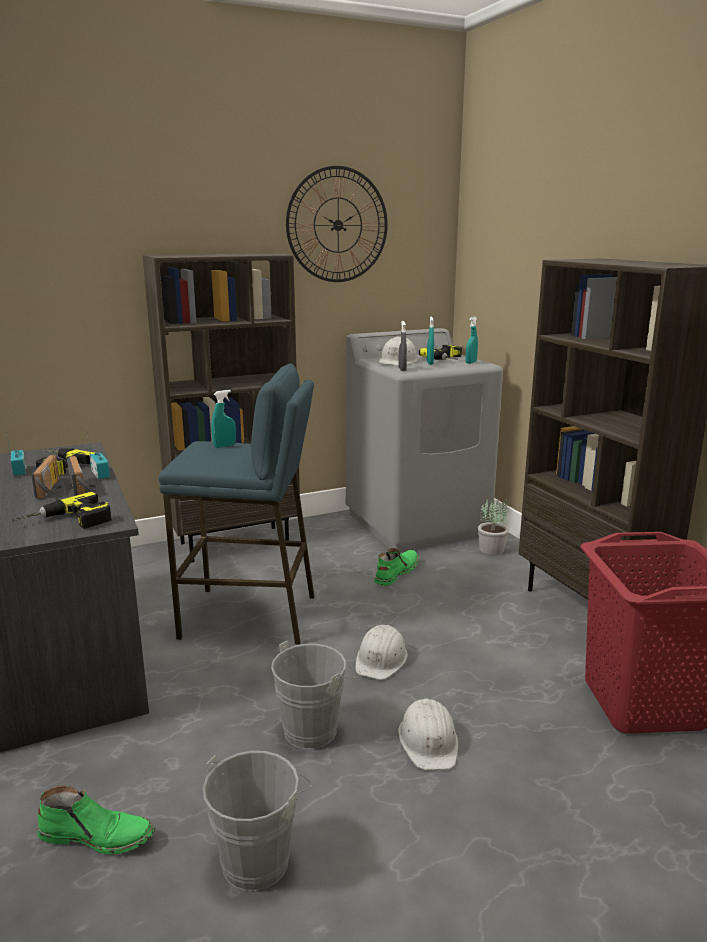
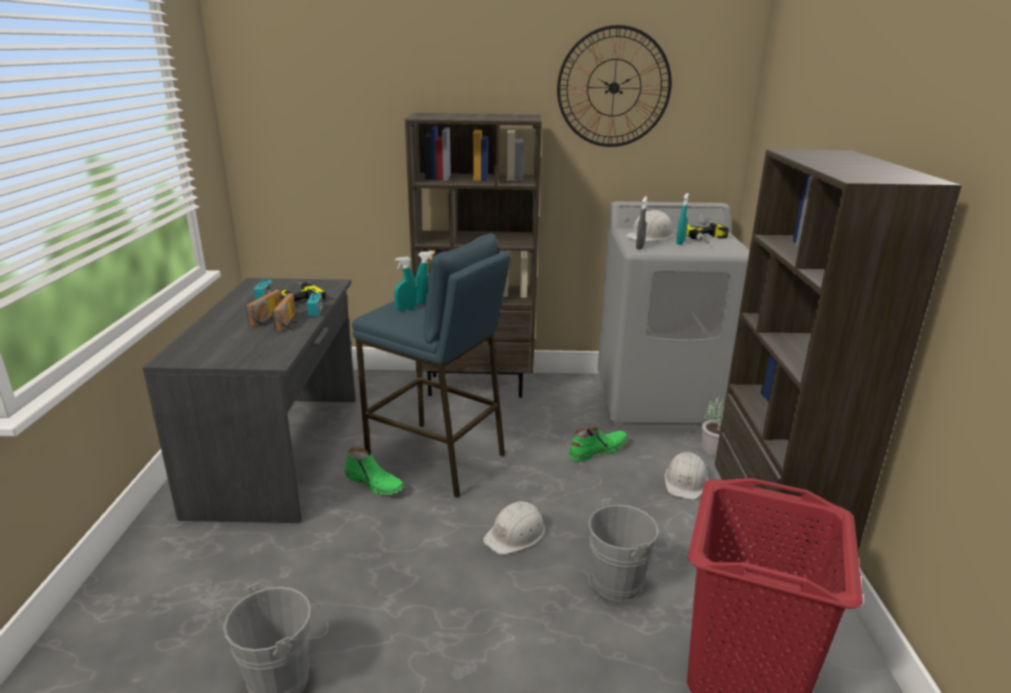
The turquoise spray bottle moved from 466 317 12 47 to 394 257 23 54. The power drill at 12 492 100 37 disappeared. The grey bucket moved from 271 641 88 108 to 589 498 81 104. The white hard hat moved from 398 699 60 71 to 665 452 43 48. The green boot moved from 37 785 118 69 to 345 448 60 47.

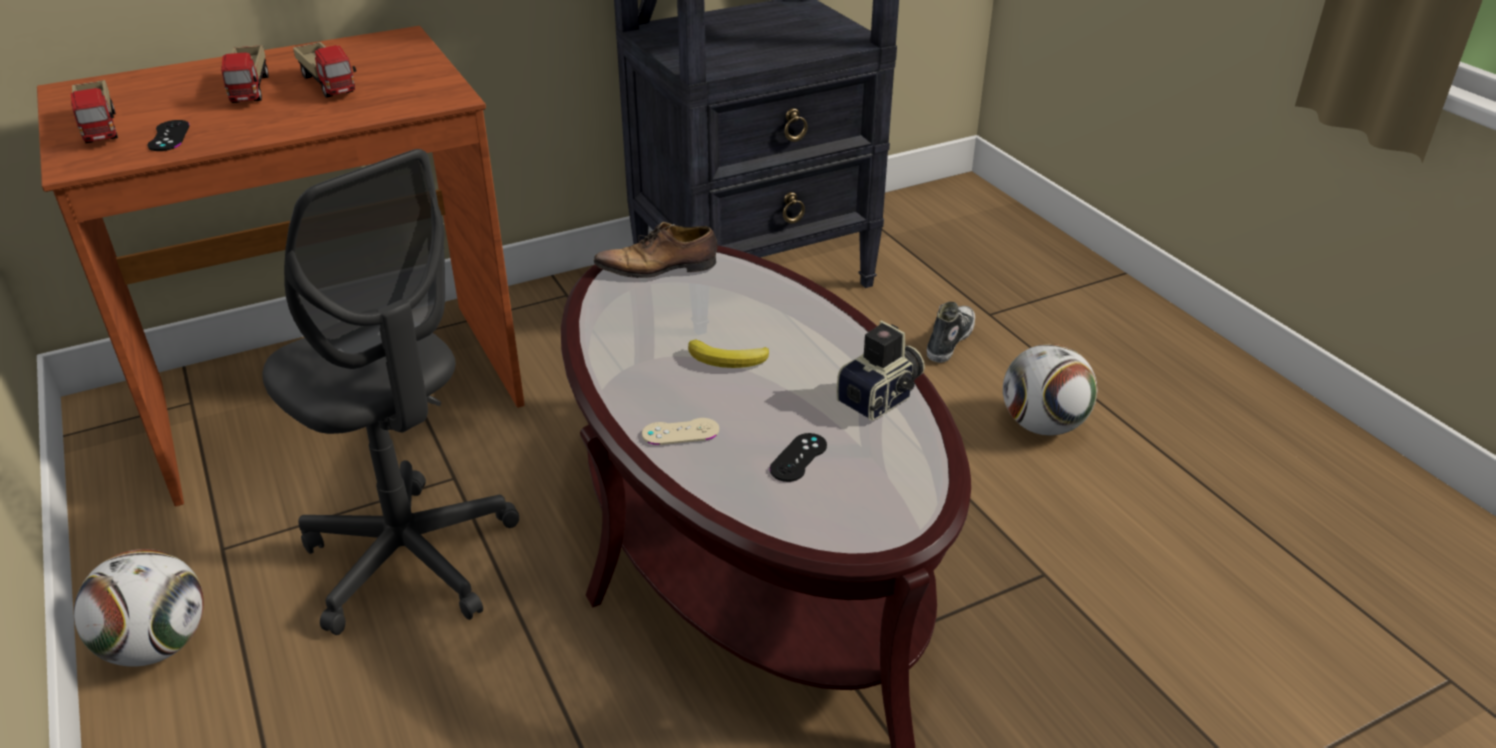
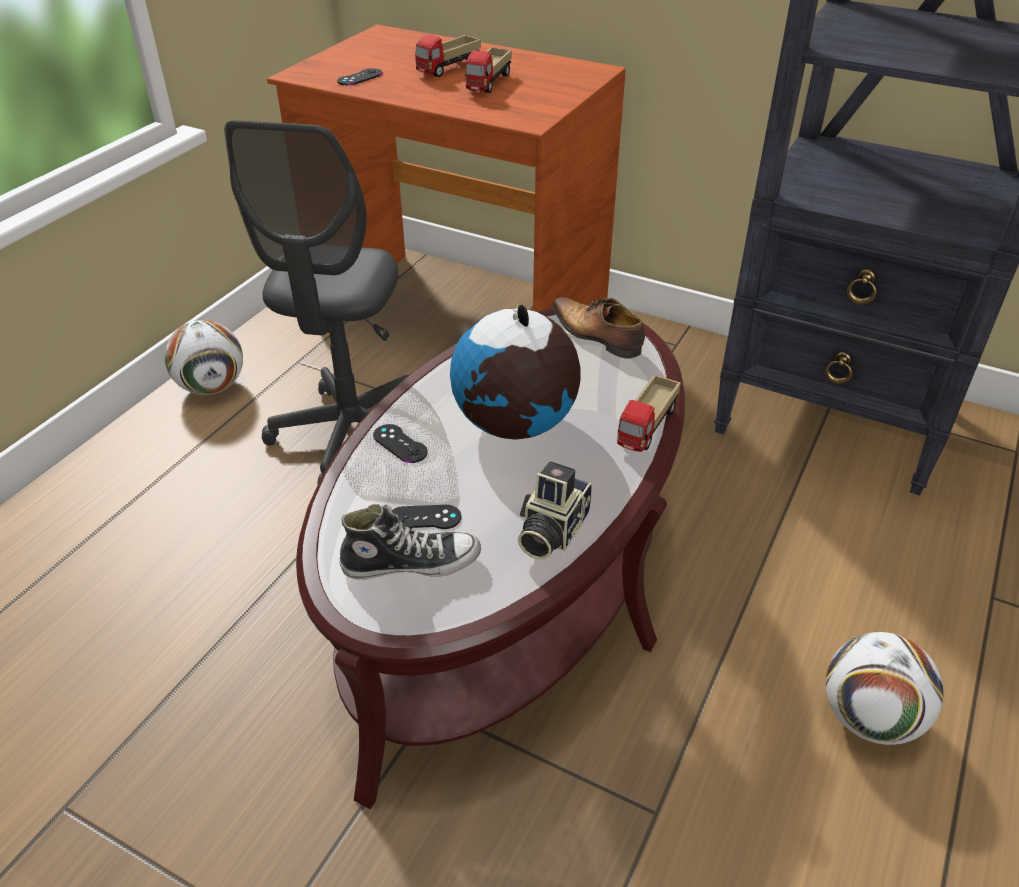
The toy truck moved from 70 80 48 63 to 617 375 64 77. The shoe moved from 927 302 48 61 to 340 504 141 76. The photo camera at 837 320 88 100 turned 105 degrees clockwise. The banana at 688 339 81 29 was replaced by the globe at 450 303 131 137. The beige game controller at 642 418 77 27 became the black game controller at 373 424 55 39.

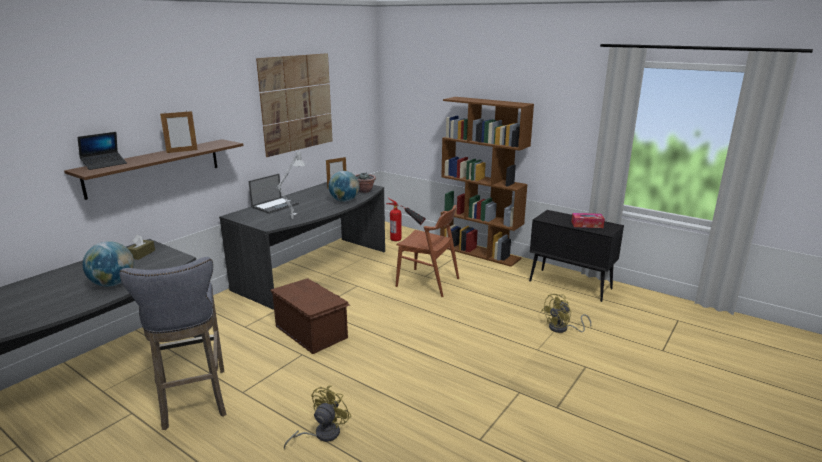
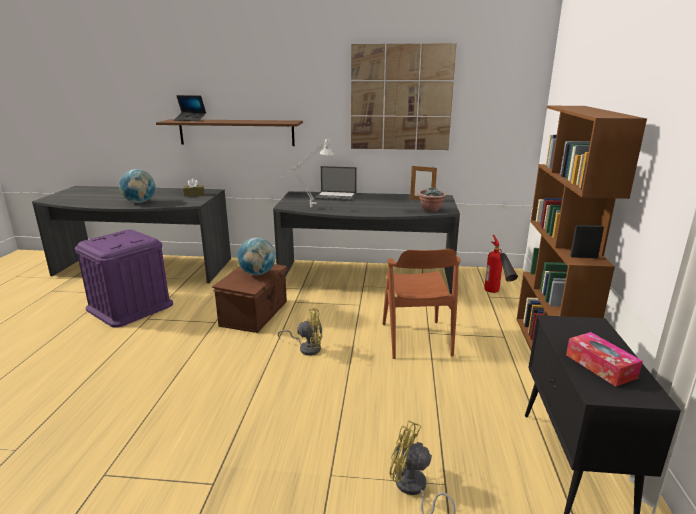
The picture frame at 160 111 38 42 disappeared. The globe moved from 329 171 31 31 to 237 238 39 37. The grey stool at 120 257 106 173 was replaced by the purple storage box at 75 230 98 97. The yellow fan moved from 284 385 67 64 to 278 308 44 48.

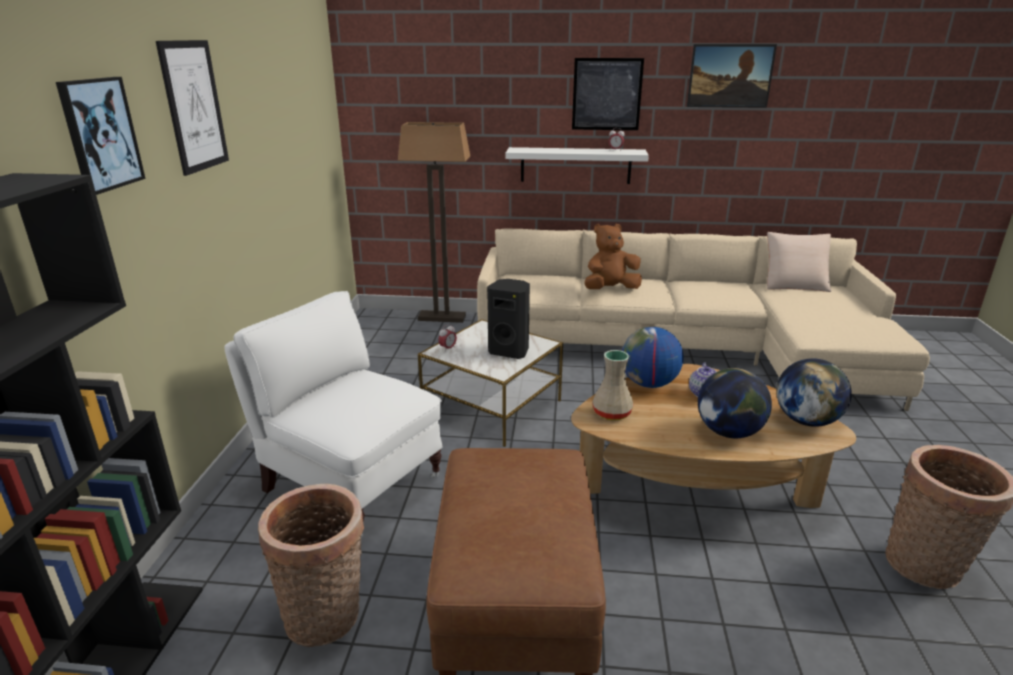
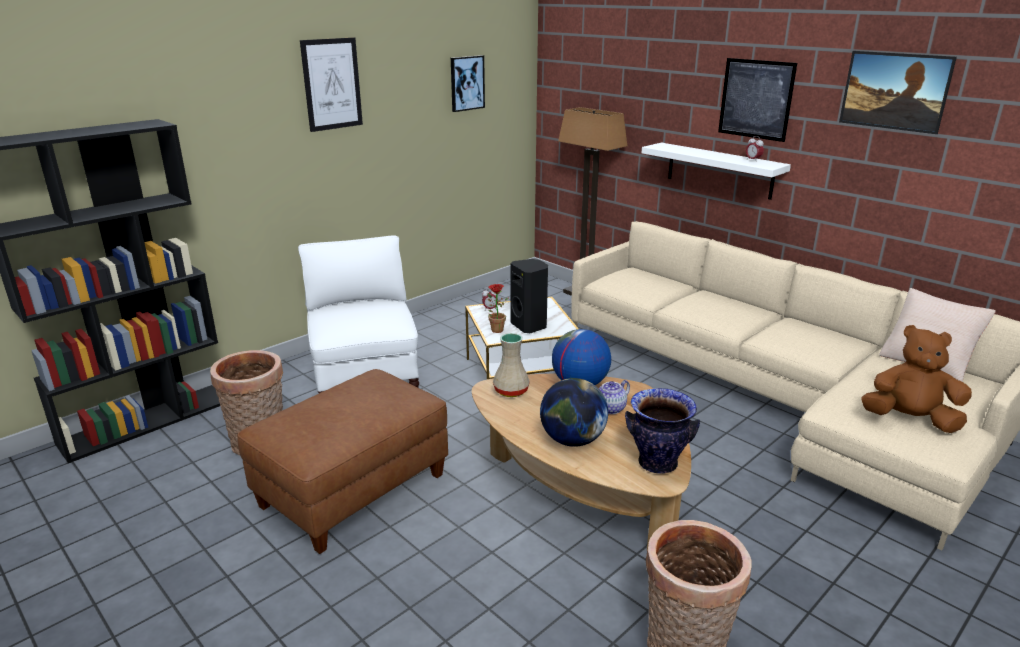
The picture moved from 56 77 90 118 to 451 55 34 57. The brown plush toy moved from 585 224 57 65 to 861 325 111 108. The globe at 776 358 76 69 was replaced by the vase at 625 388 75 86. The potted plant at 487 284 21 49 appeared.

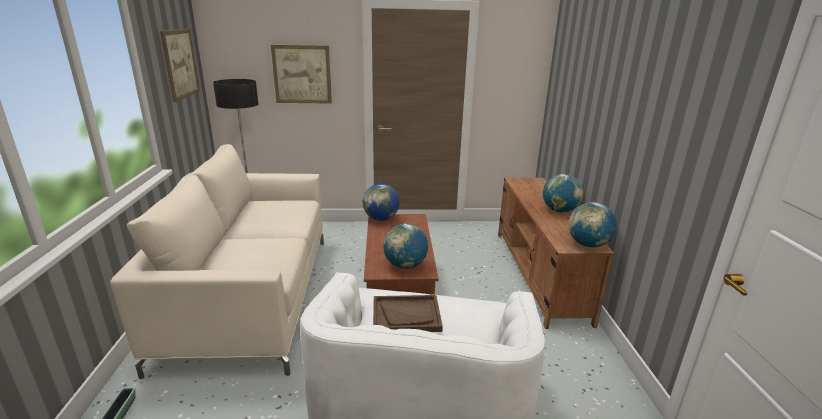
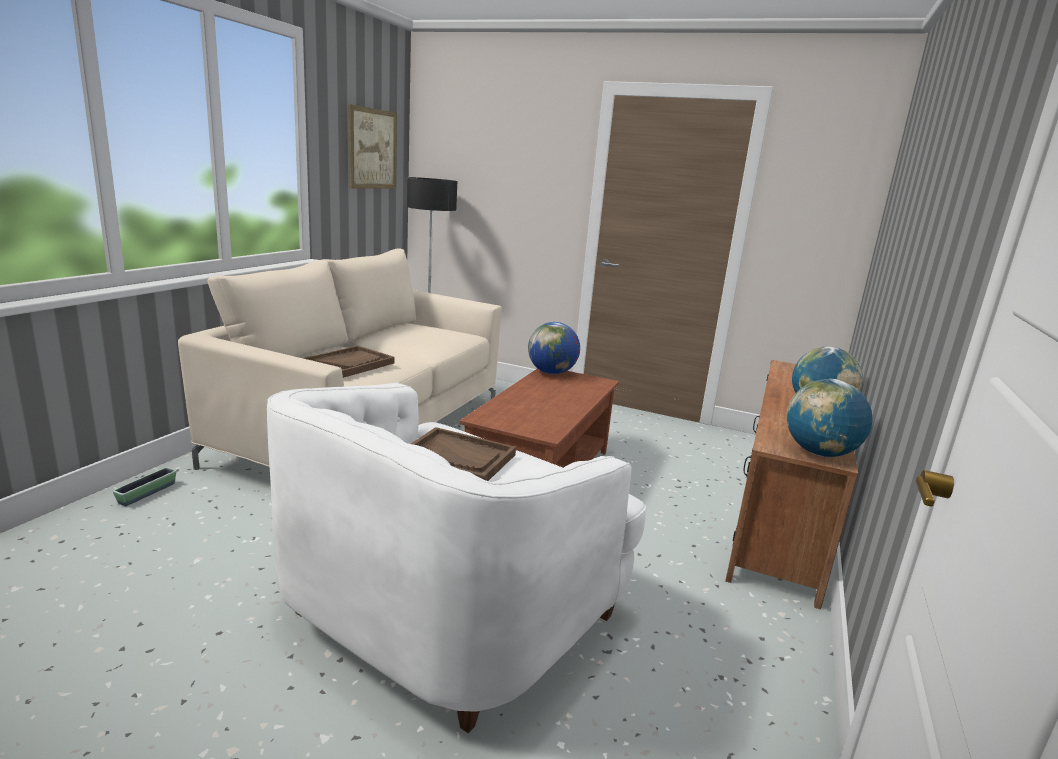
The picture at 271 45 61 58 disappeared. The globe at 383 223 45 46 disappeared. The brown tray at 303 345 92 33 appeared.

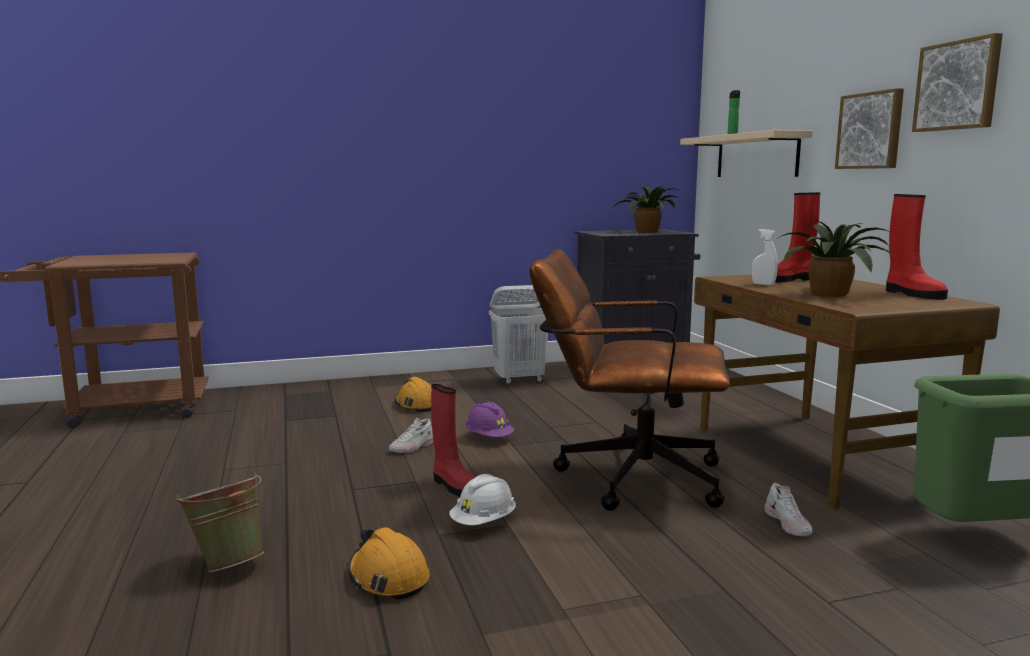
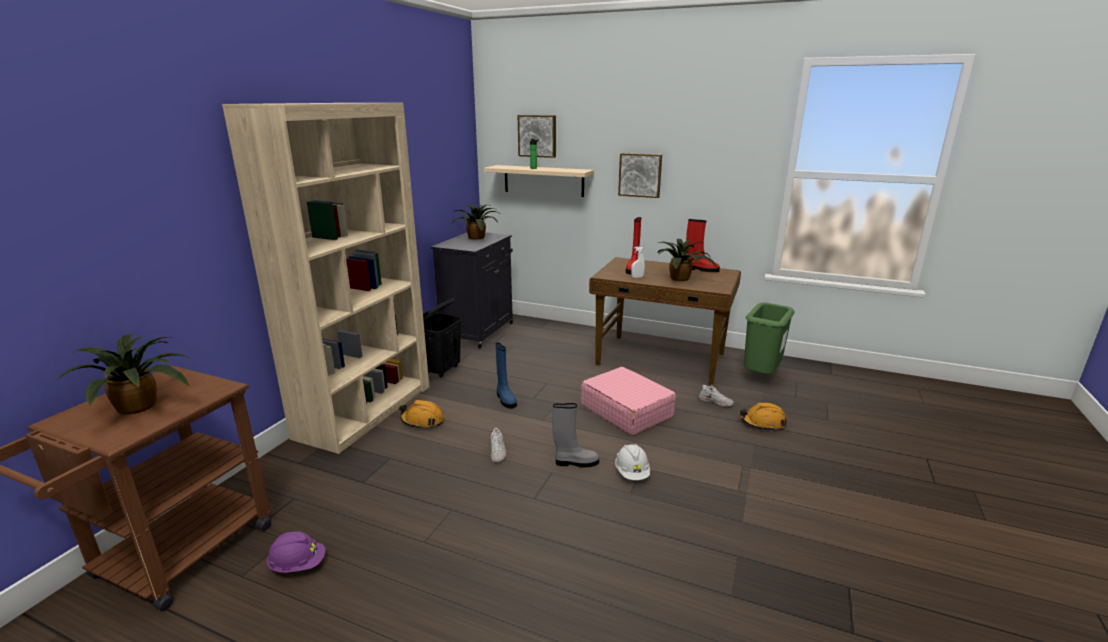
The picture moved from 912 33 91 99 to 518 115 38 43. The brown office chair at 529 249 201 262 was replaced by the pink suitcase at 581 367 95 68. The white laundry basket at 489 285 59 99 became the black laundry basket at 423 298 39 80. The red boot at 431 384 45 112 became the grey boot at 552 403 47 65. The purple hard hat moved from 465 402 49 35 to 266 531 59 42. The green bucket at 175 472 89 100 disappeared. The orange hard hat moved from 348 527 82 73 to 740 402 47 29. The beige bookcase at 222 103 207 351 appeared. The potted plant at 58 334 134 80 appeared. The blue boot at 496 343 21 66 appeared.

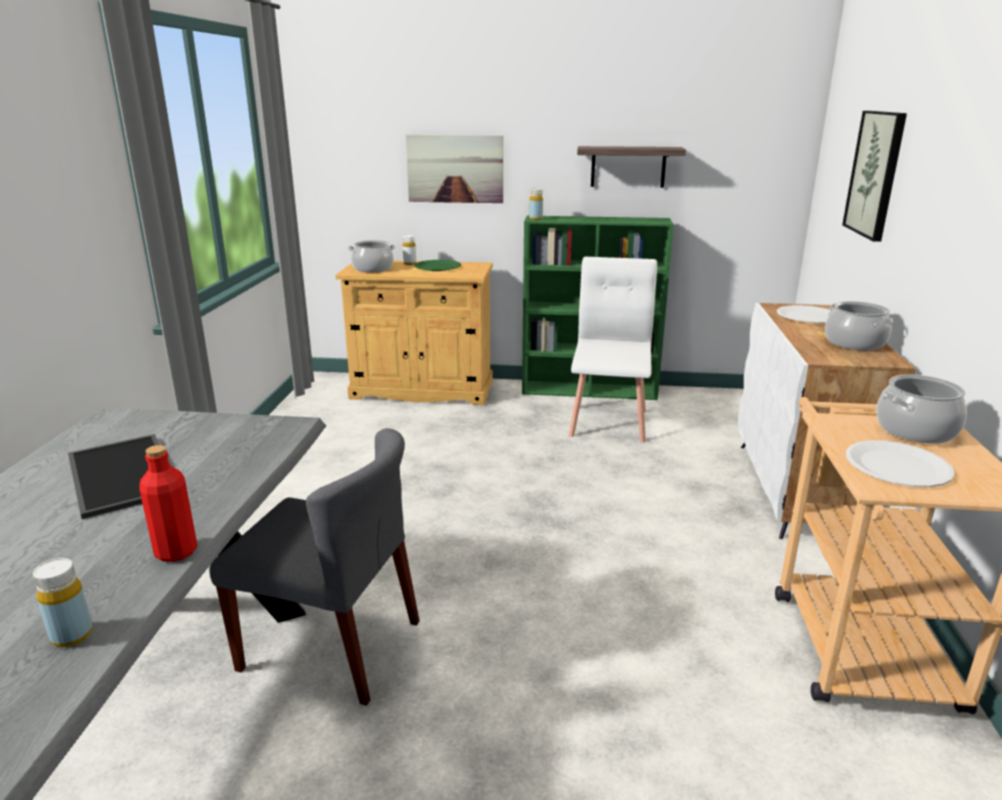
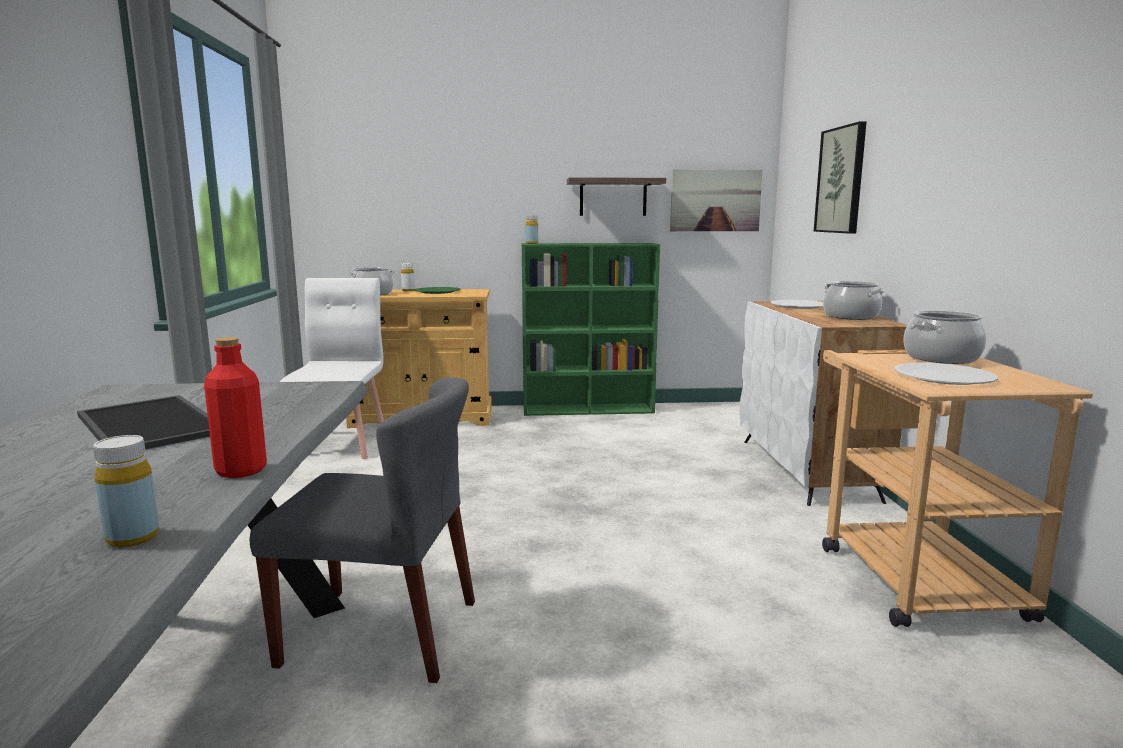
The picture moved from 406 135 97 68 to 670 169 93 62. The white chair moved from 569 257 88 185 to 280 278 104 181.

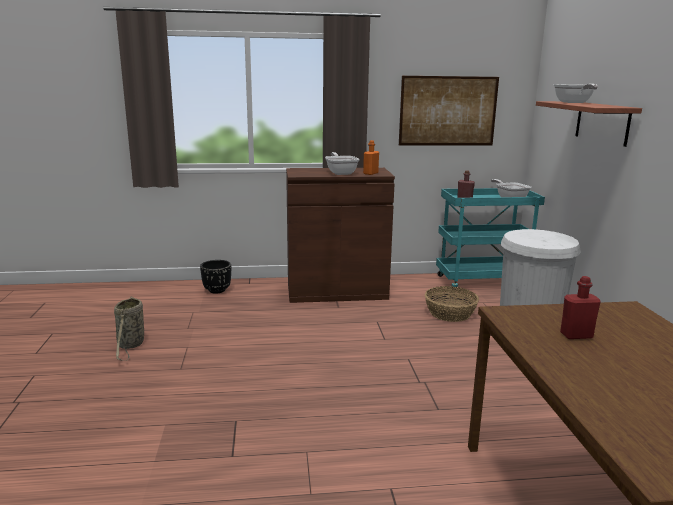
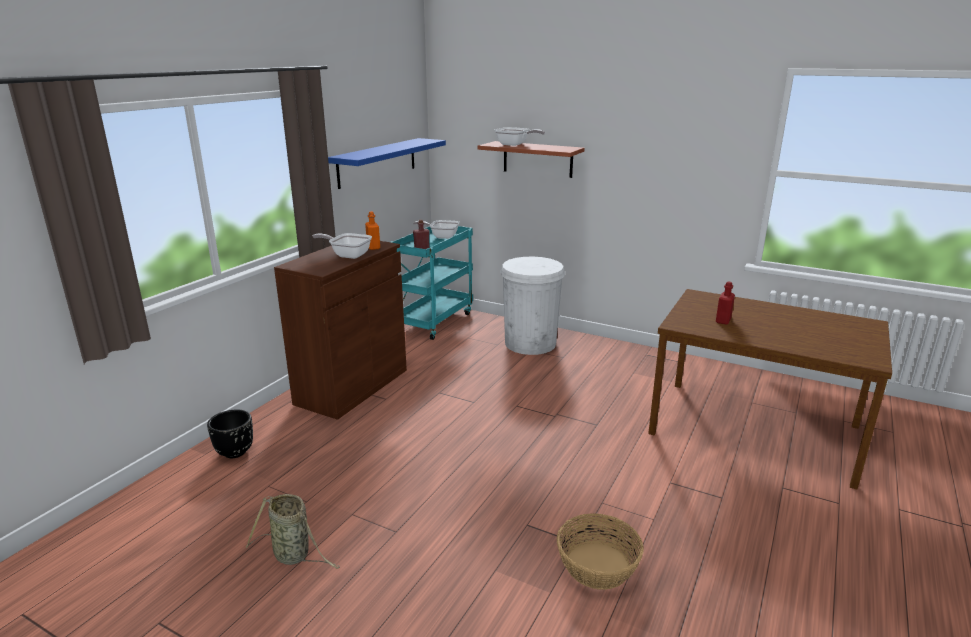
The picture at 399 76 100 70 was replaced by the blue shelf at 328 138 118 51. The basket moved from 425 286 54 36 to 557 513 87 77.

